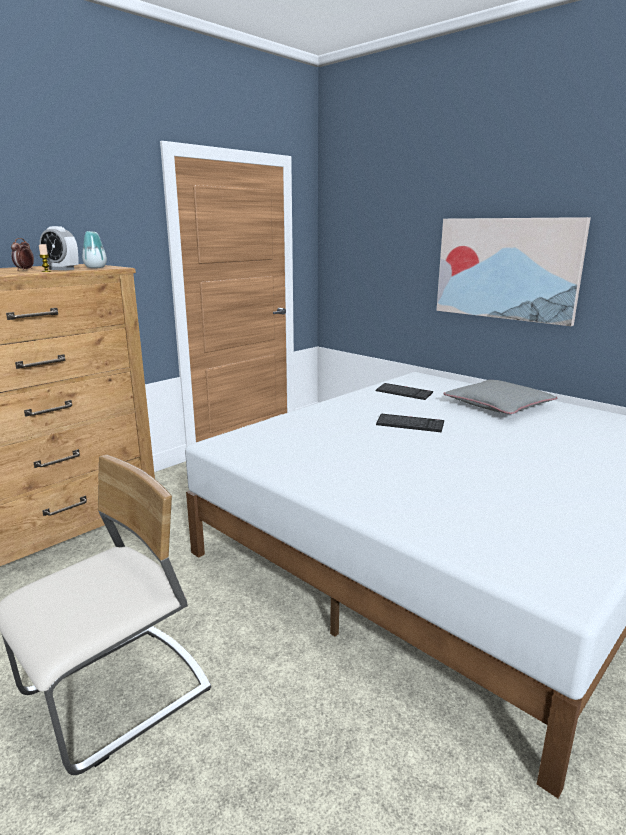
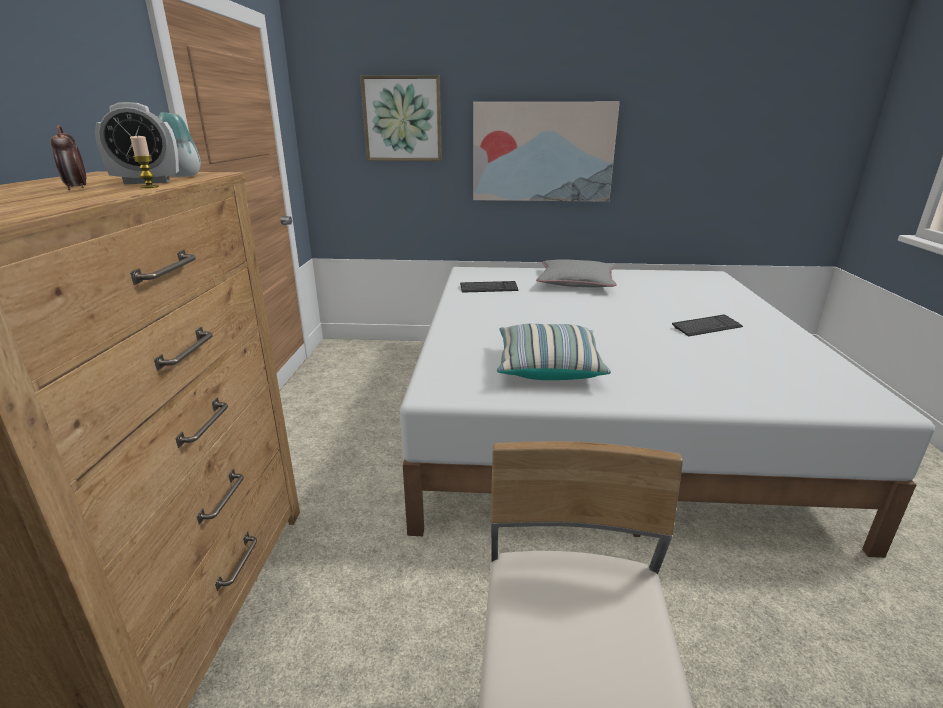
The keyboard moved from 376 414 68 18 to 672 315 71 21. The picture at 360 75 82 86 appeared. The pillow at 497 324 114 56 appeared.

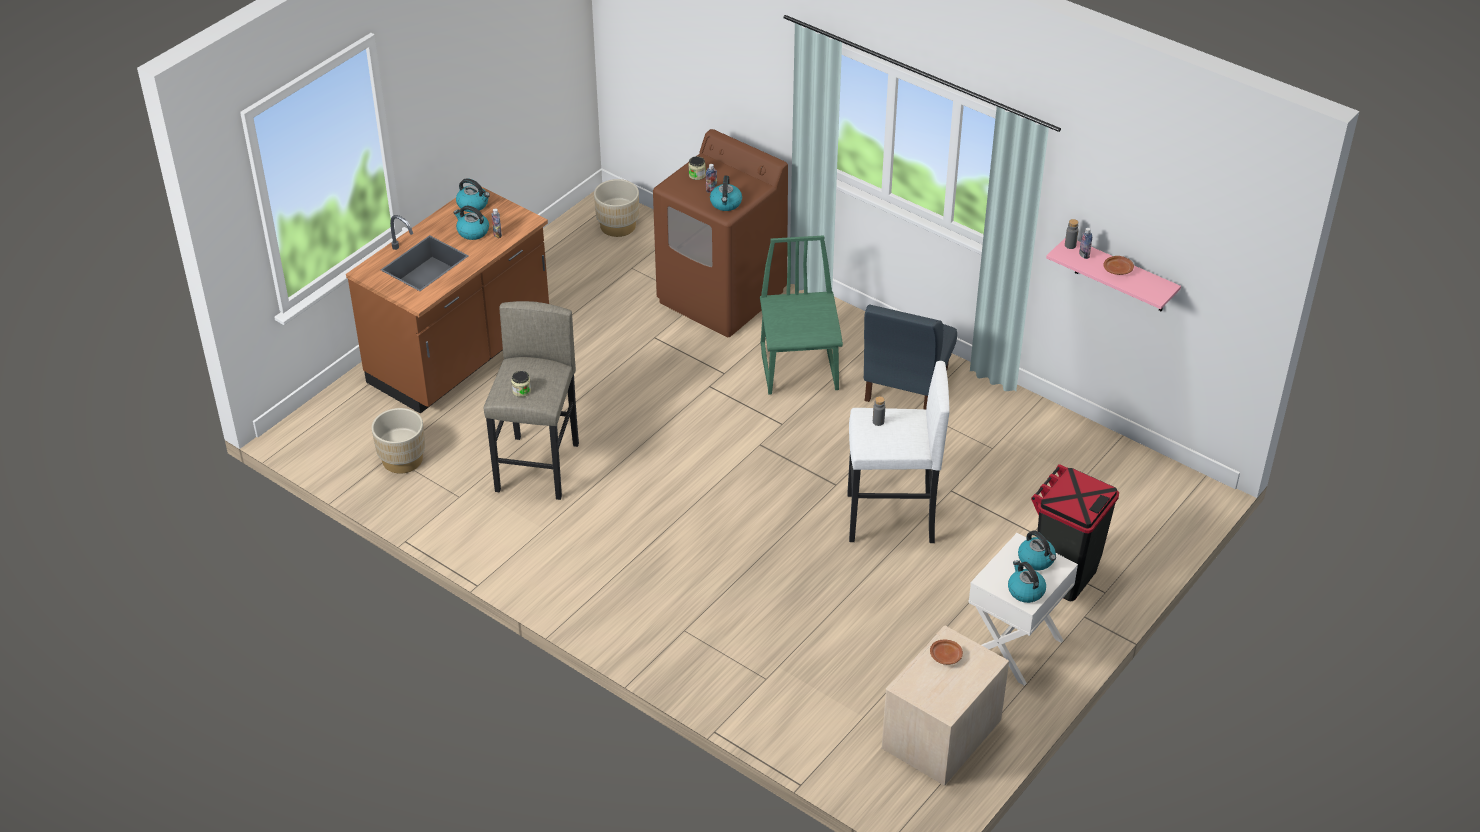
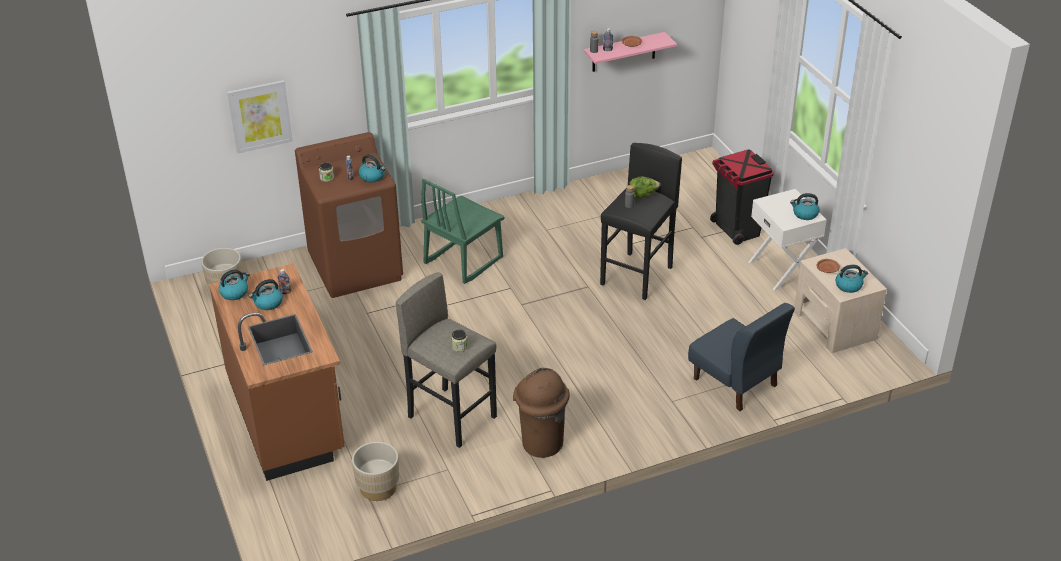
The green chair at 760 235 83 160 turned 75 degrees counterclockwise. The blue chair moved from 864 304 93 106 to 688 303 107 108. The white stool at 847 361 103 182 became the black stool at 600 143 82 157. The kettle moved from 1018 531 38 39 to 836 265 32 28. The picture at 227 80 66 73 appeared. The lettuce at 629 176 31 22 appeared. The brown trash can at 513 368 57 90 appeared.

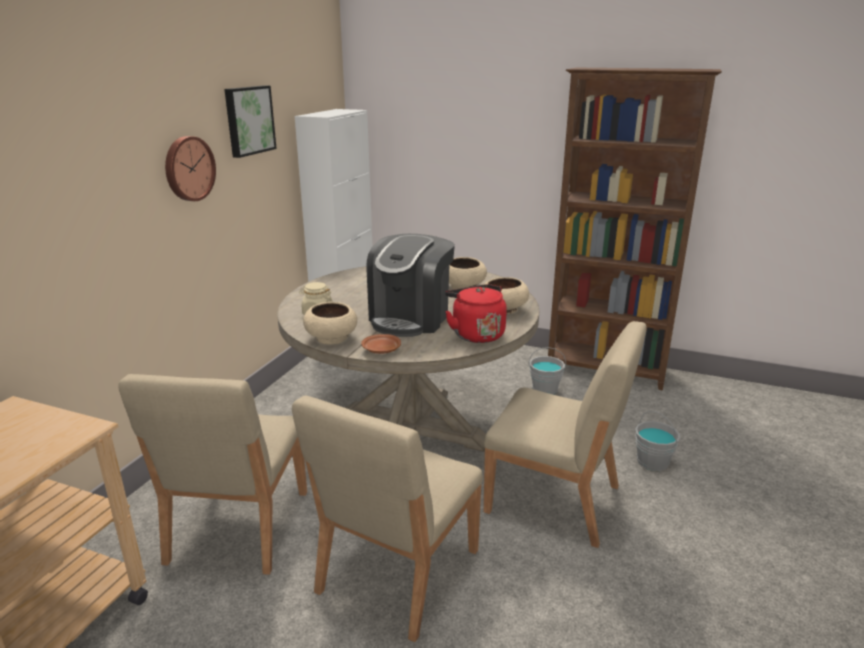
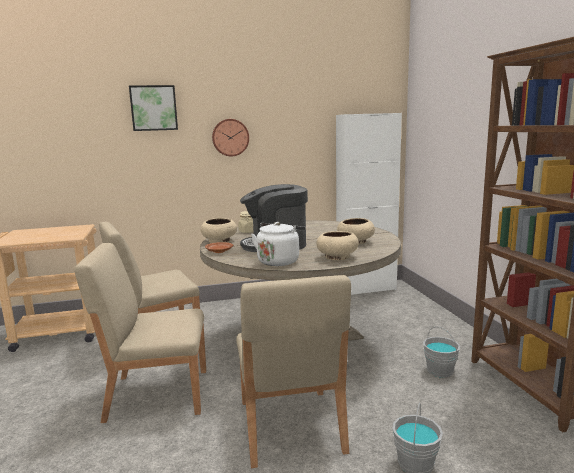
The picture moved from 224 85 53 73 to 129 85 49 46. The red kettle at 445 284 62 59 became the white kettle at 251 222 54 44.

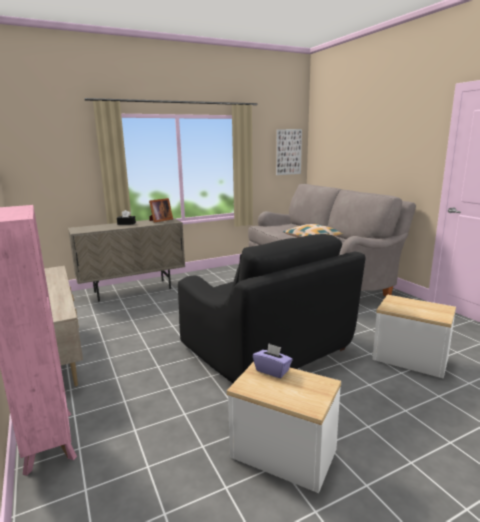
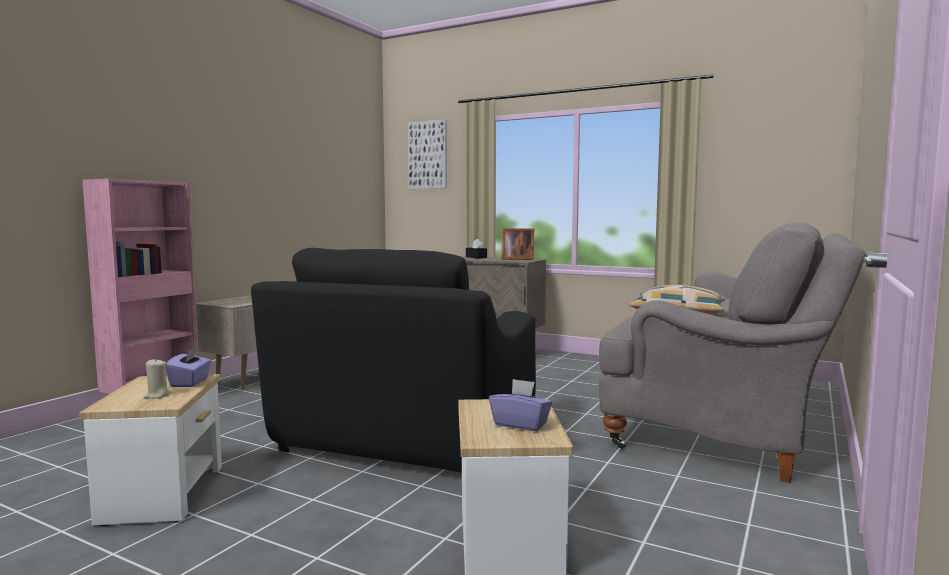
The picture moved from 276 129 26 46 to 408 119 39 70. The beige candle at 144 358 27 41 appeared. The purple tissue box at 489 379 64 52 appeared.

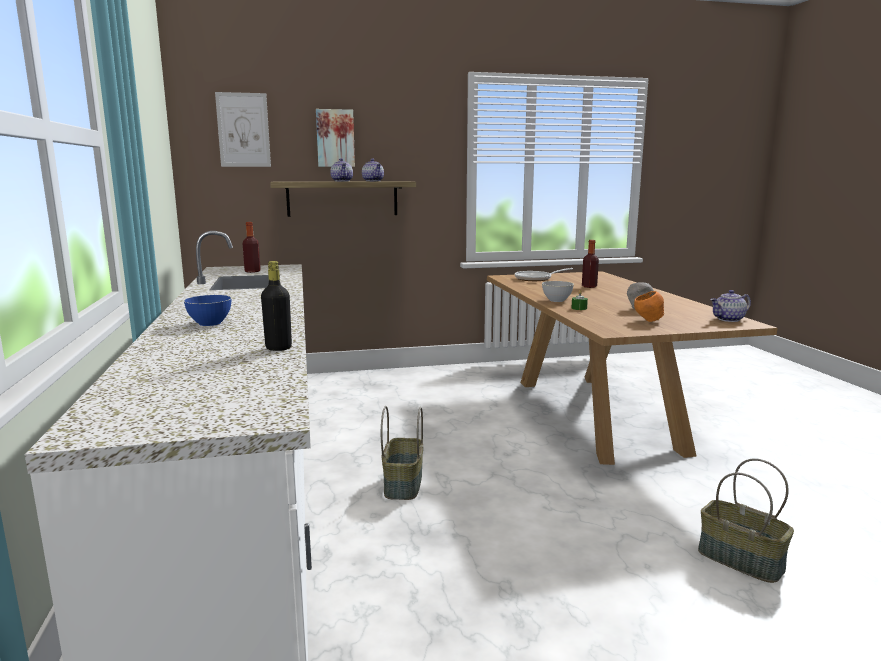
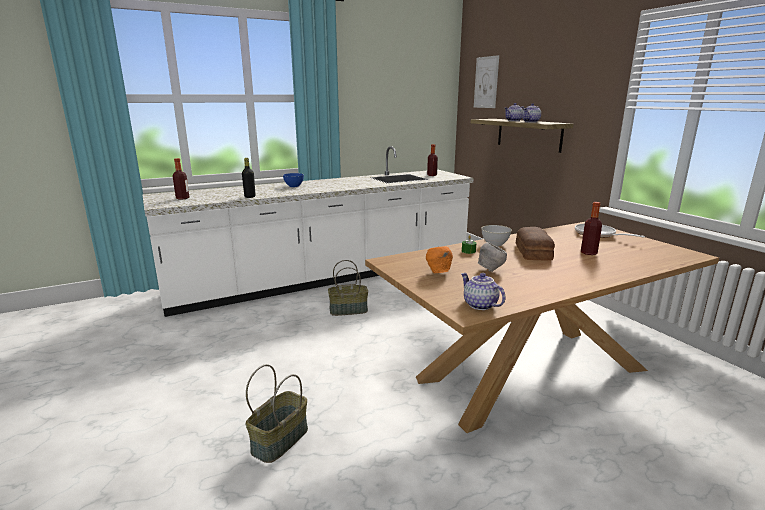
The picture at 316 109 39 58 disappeared. The bottle at 173 158 16 42 appeared. The bread at 516 227 39 34 appeared.

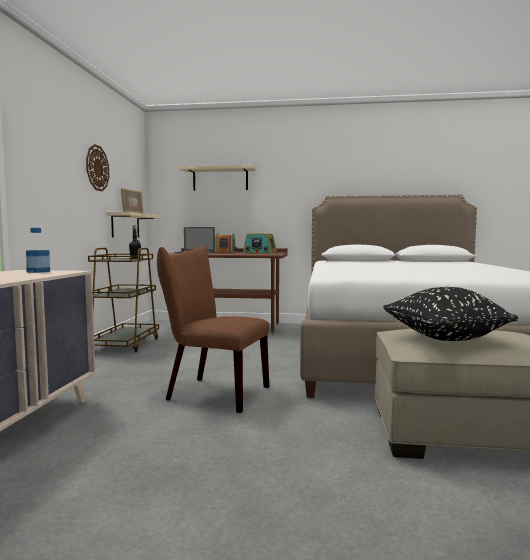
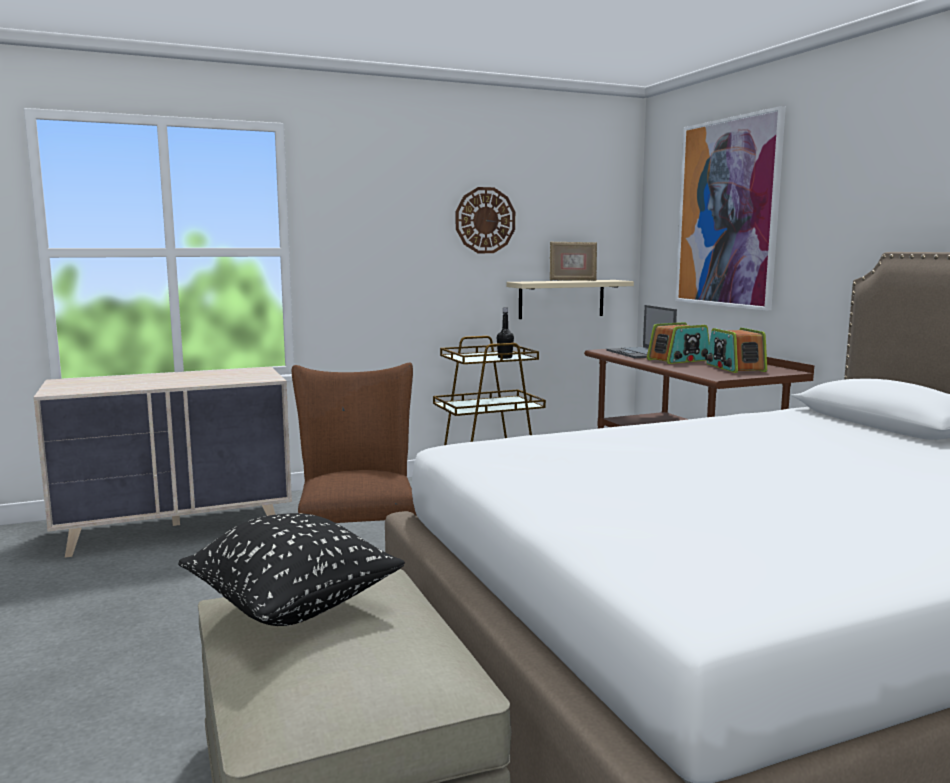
The beige shelf at 179 165 77 26 was replaced by the picture at 675 106 111 205. The bottle at 26 228 24 45 disappeared.

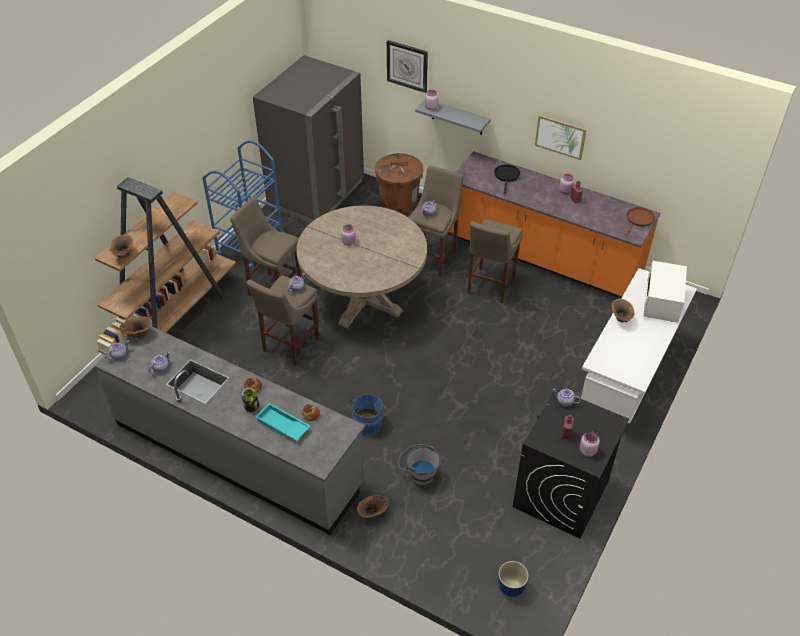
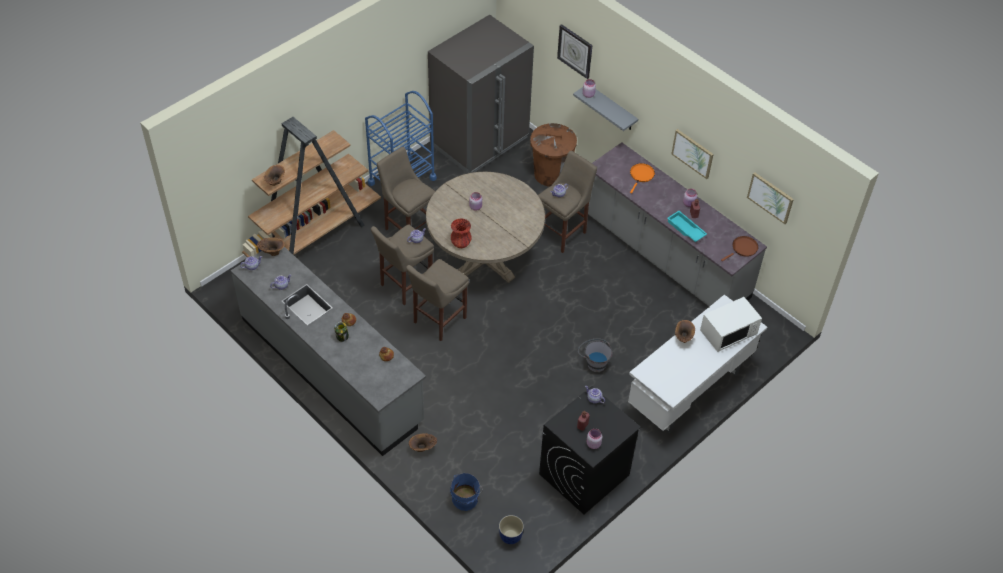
The orange counter at 449 151 211 147 became the grey counter at 588 142 179 165. The black frying pan at 494 164 26 30 became the orange frying pan at 630 163 25 30. The beige stool moved from 467 219 56 84 to 406 259 63 82. The white microwave at 644 261 43 62 turned 150 degrees counterclockwise. The blue bucket moved from 352 394 34 41 to 450 473 33 38. The turquoise tray moved from 256 403 54 38 to 667 211 40 31. The grey bucket moved from 397 444 44 41 to 578 339 35 33. The picture at 747 172 47 52 appeared. The red vase at 451 218 20 30 appeared.

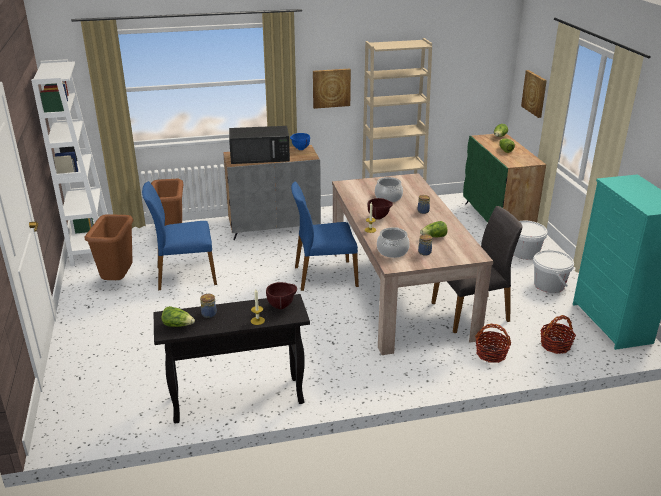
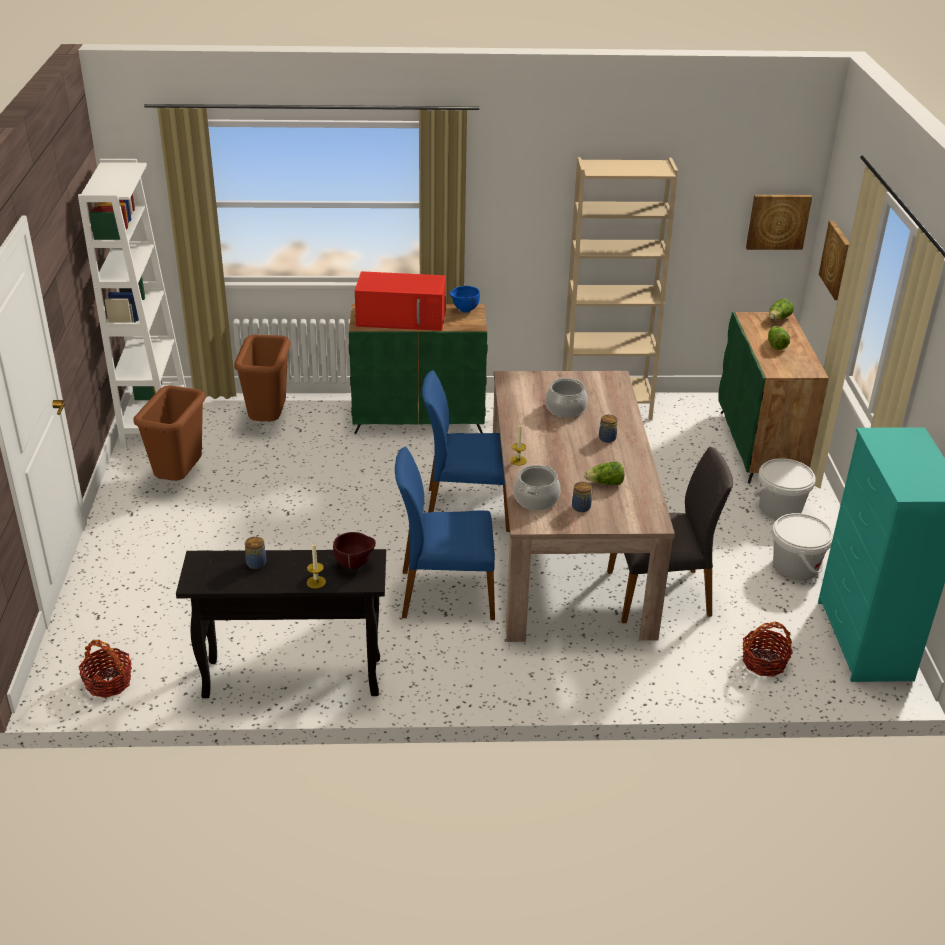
The picture moved from 313 68 38 41 to 746 195 66 55. The black microwave at 229 126 61 38 became the red microwave at 355 271 91 60. The grey cabinet at 223 145 98 95 became the green cabinet at 349 304 139 130. The blue chair moved from 142 181 75 109 to 395 447 100 173. The brown bowl at 368 198 25 22 disappeared. The lettuce at 162 306 33 21 disappeared. The basket moved from 475 324 36 39 to 79 640 53 58.

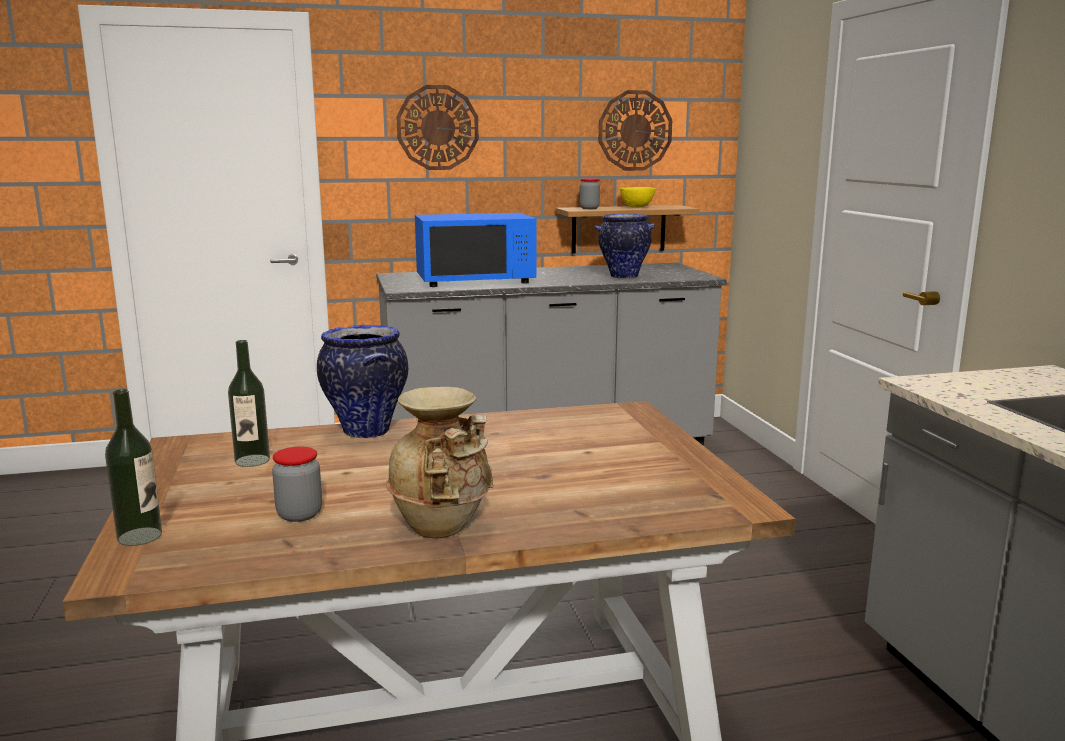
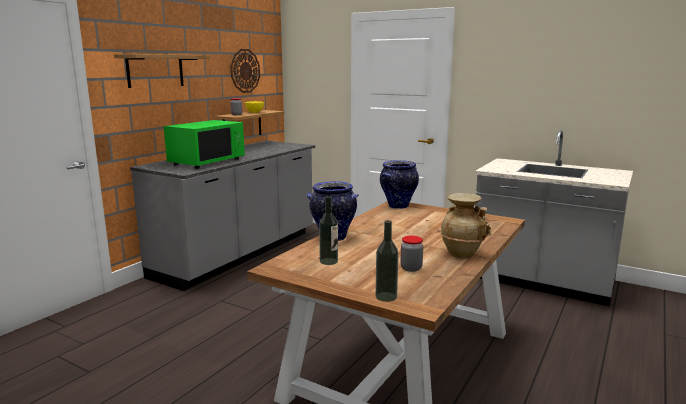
The wall clock at 397 85 82 85 was replaced by the shelf at 114 54 96 34. The blue microwave at 415 213 121 74 became the green microwave at 164 120 81 49. The vase moved from 595 213 60 66 to 380 160 39 49.

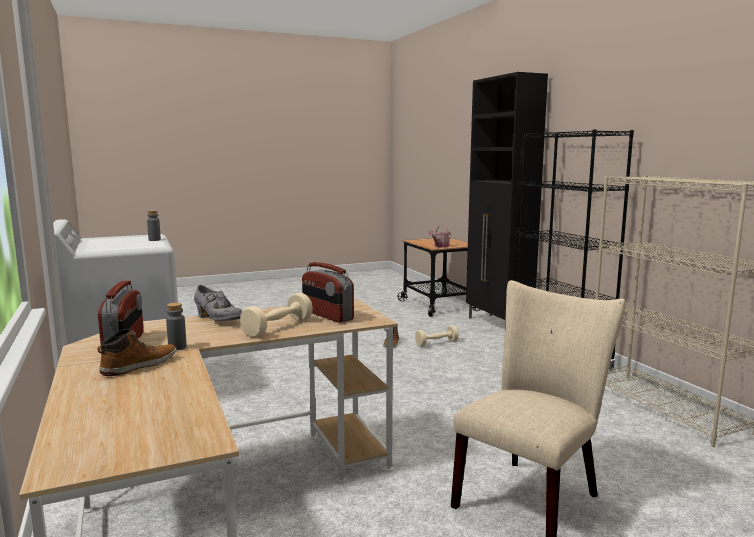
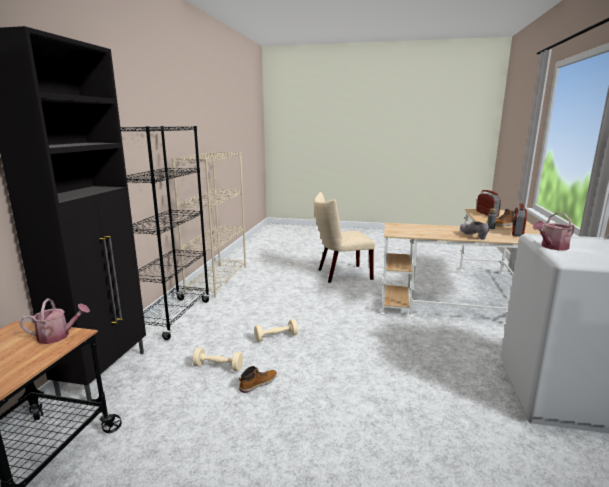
The grey bottle at 147 210 14 31 was replaced by the watering can at 533 212 42 38. The radio moved from 302 262 52 61 to 476 190 25 27. The beige dumbbell moved from 240 293 73 44 to 255 319 43 23.

